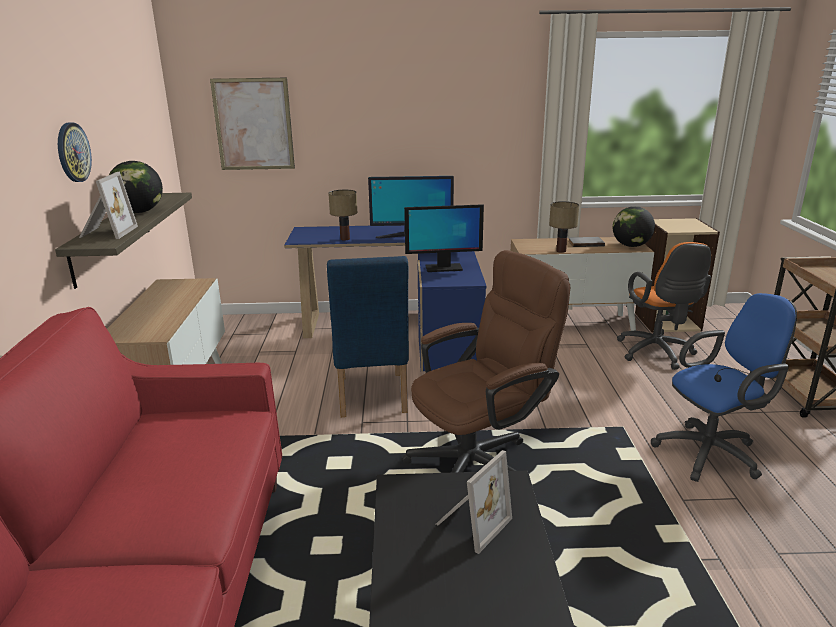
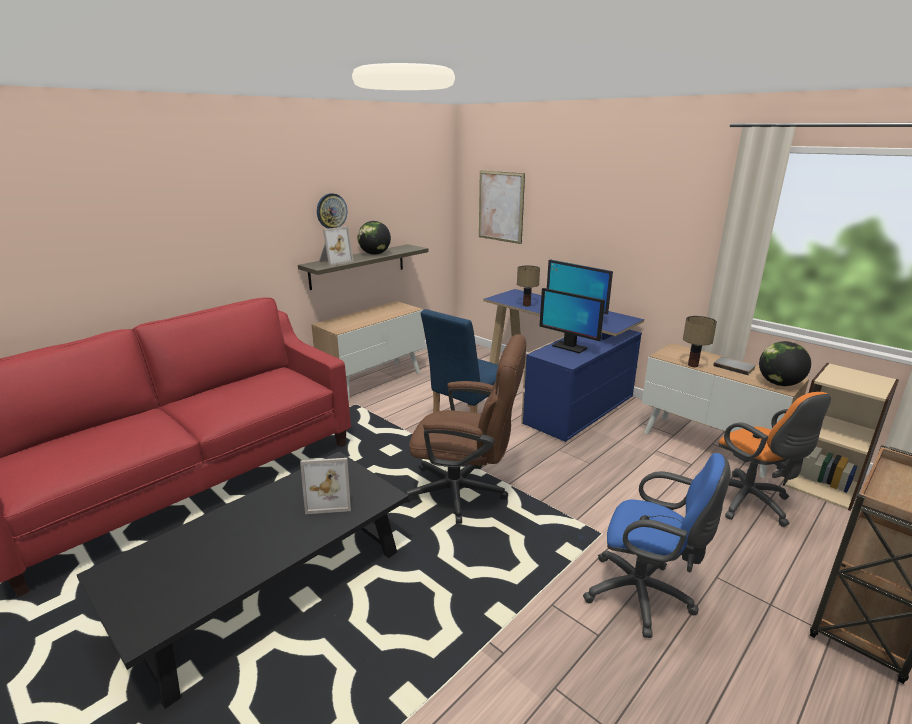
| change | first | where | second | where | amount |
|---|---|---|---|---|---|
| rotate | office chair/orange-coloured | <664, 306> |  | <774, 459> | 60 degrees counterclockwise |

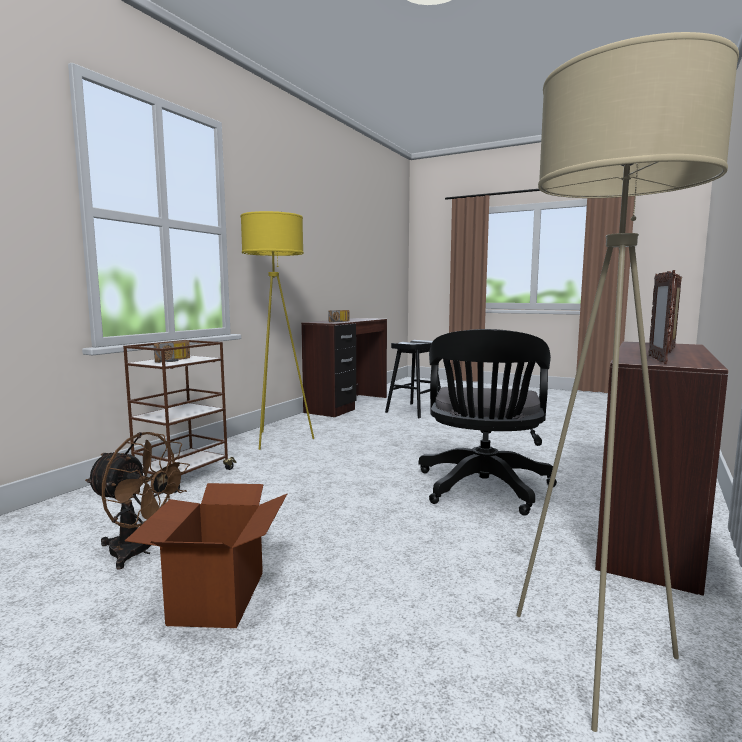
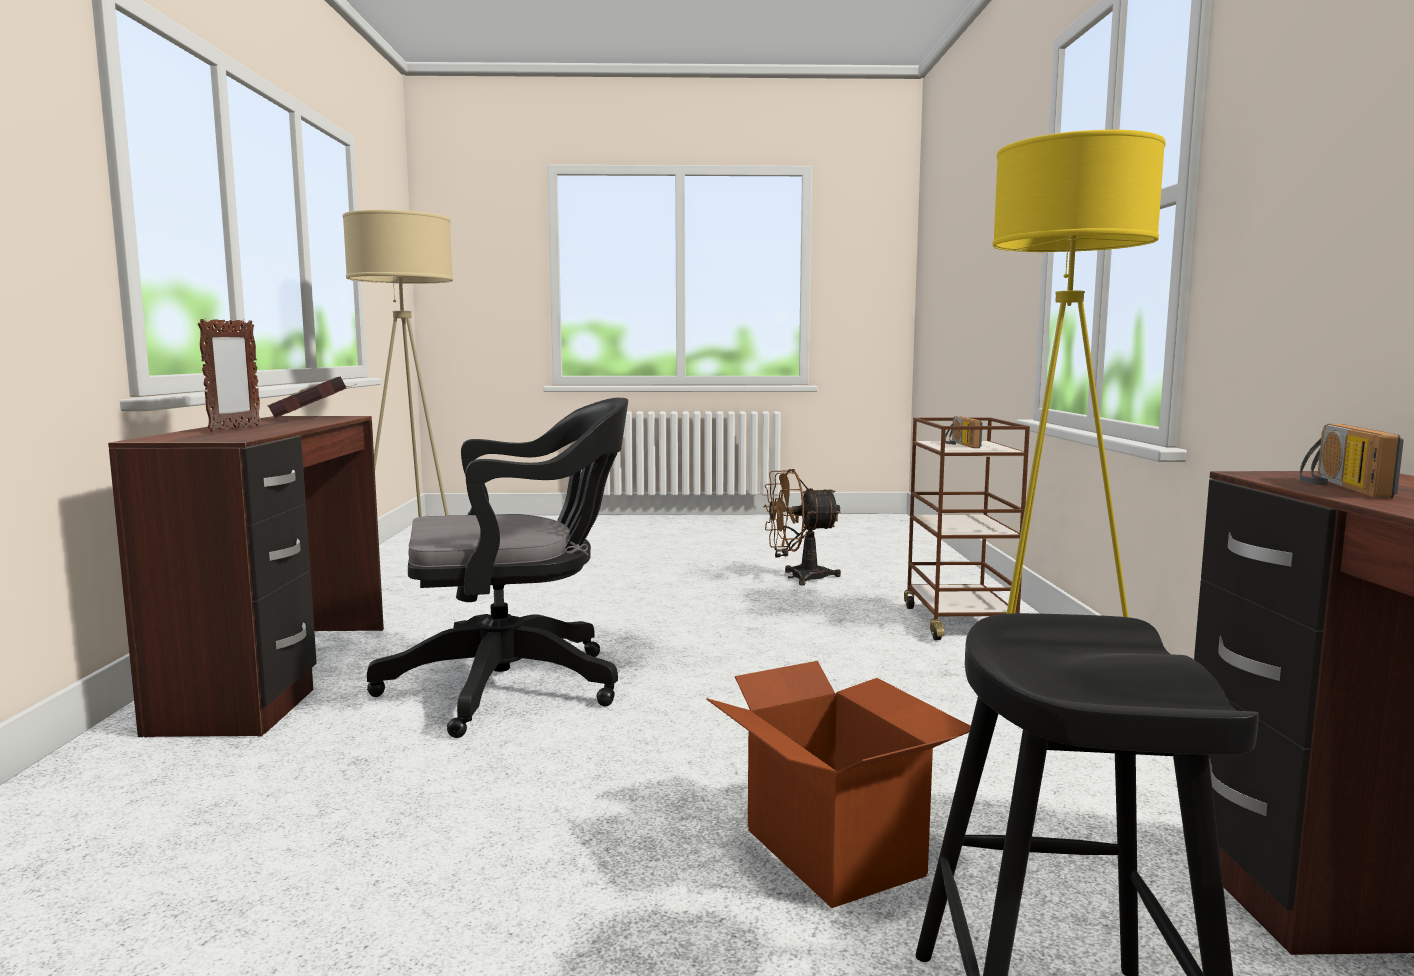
| change | first | where | second | where | amount |
|---|---|---|---|---|---|
| move | packing box | <206, 555> |  | <838, 784> |  |
| replace | picture frame | <662, 317> | book/red-coloured | <311, 397> |  |
| rotate | office chair/blackish | <488, 422> |  | <497, 568> | 90 degrees clockwise |

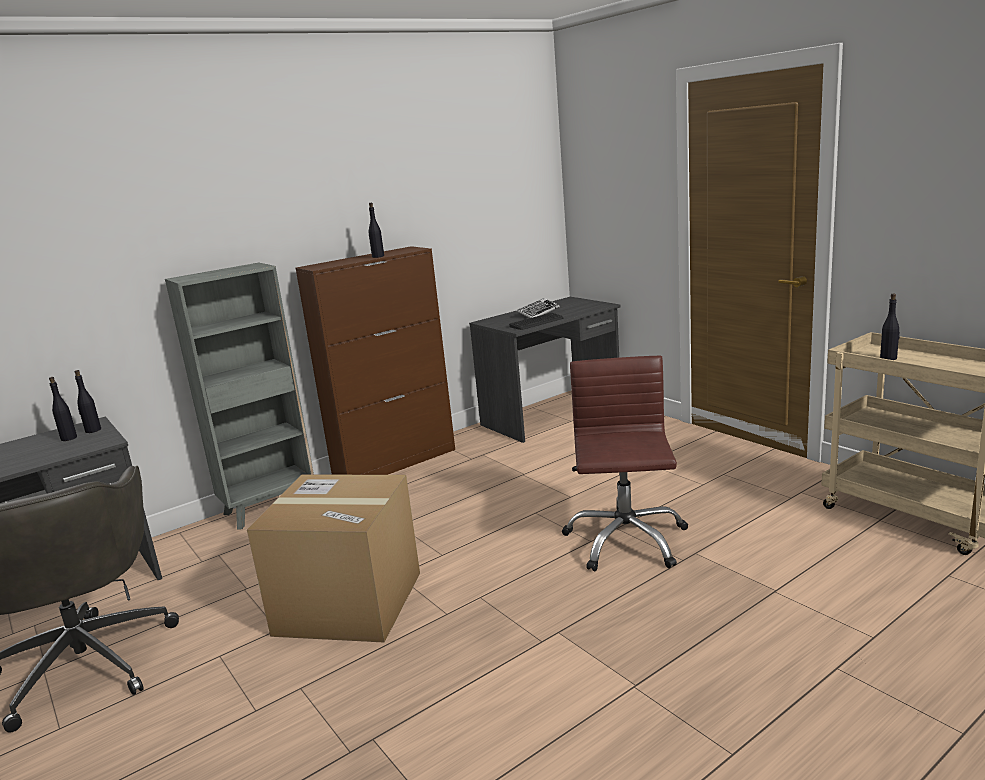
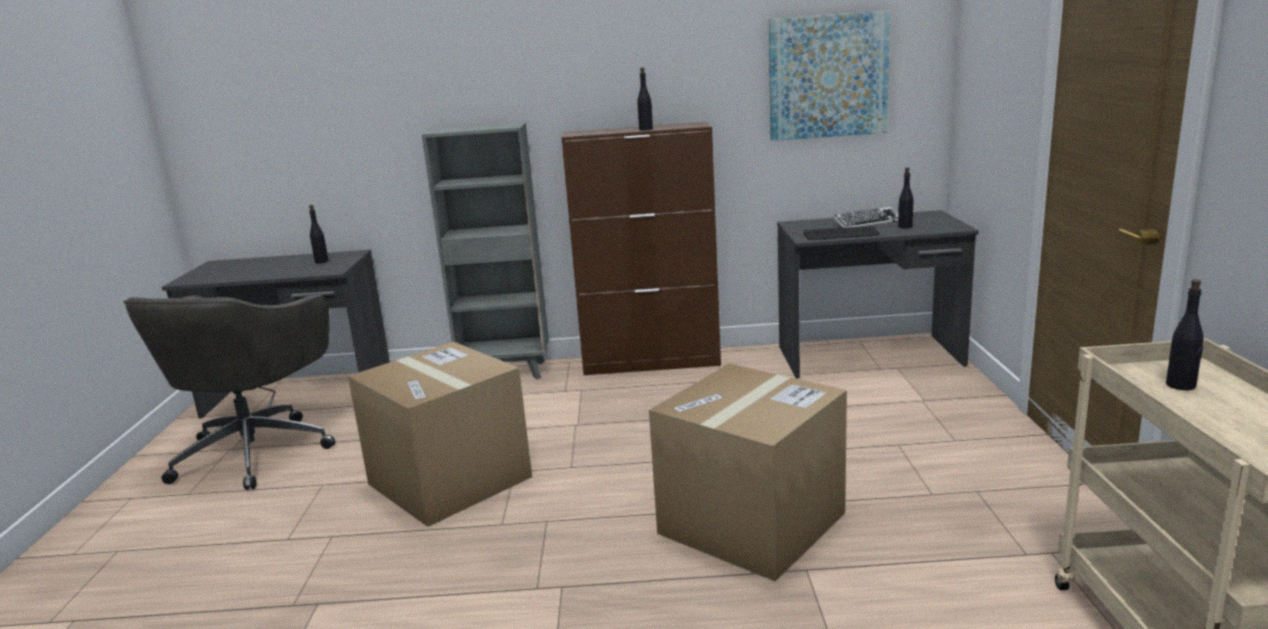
| change | first | where | second | where | amount |
|---|---|---|---|---|---|
| insert |  |  | wall art | <829, 75> |  |
| move | drink bottle/blackish | <87, 401> |  | <905, 198> |  |
| replace | office chair/brown-coloured | <625, 463> | packing box | <748, 473> |  |

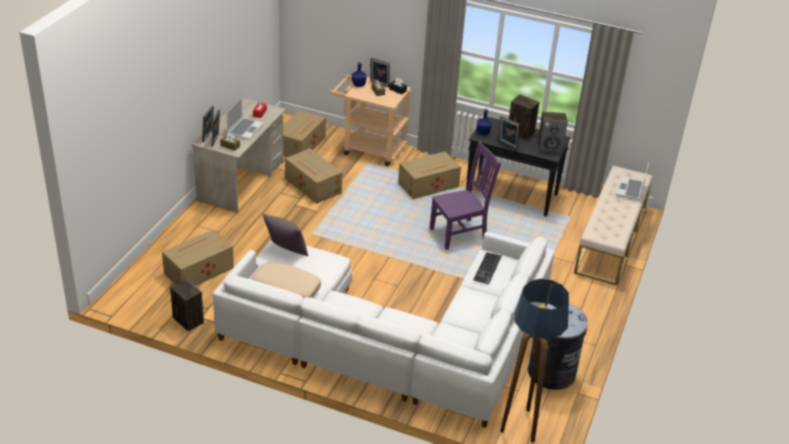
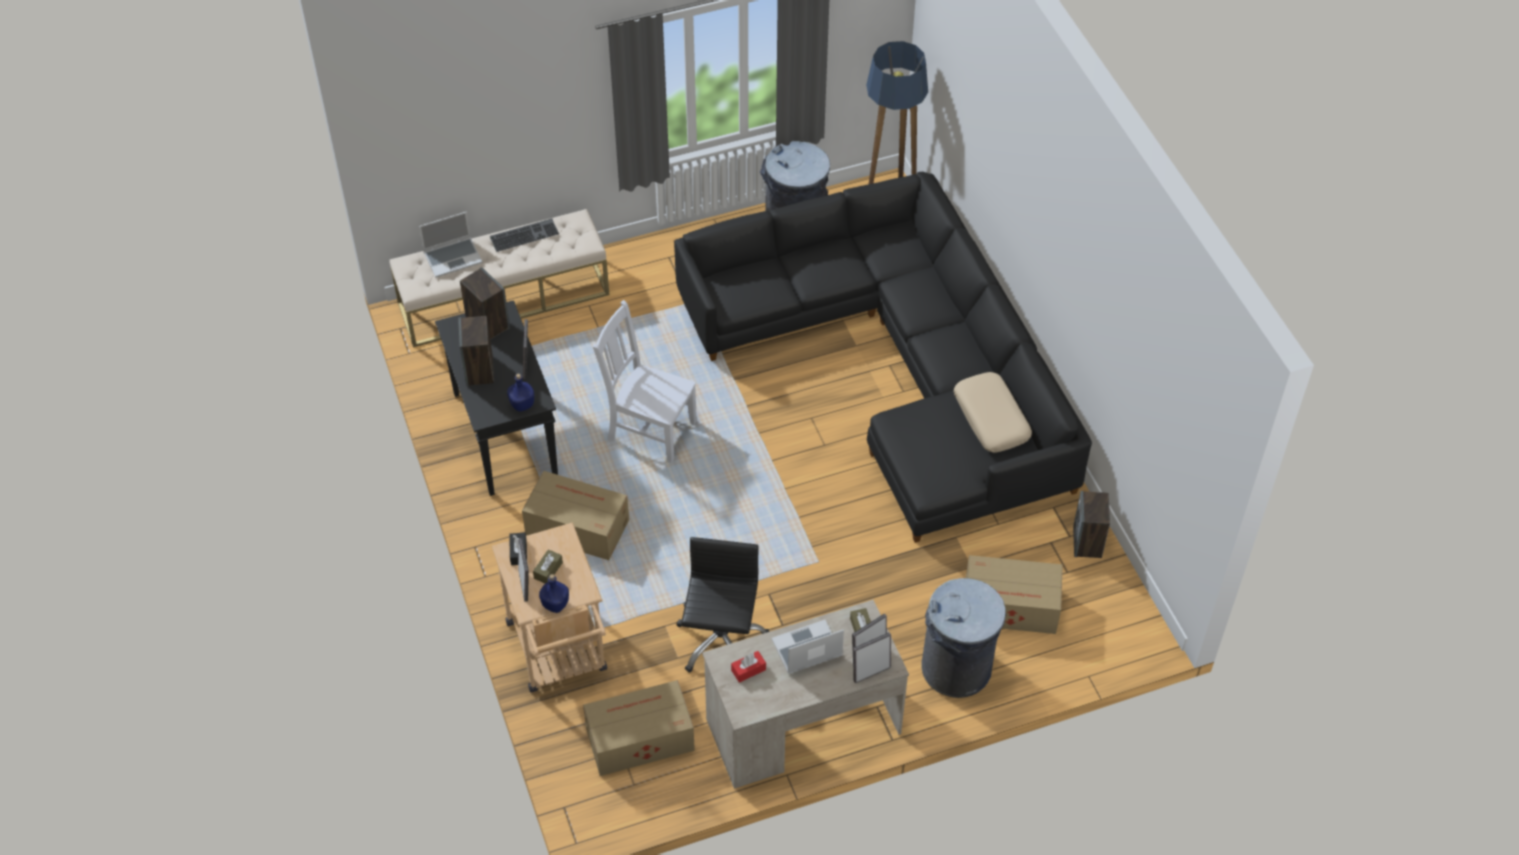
| change | first | where | second | where | amount |
|---|---|---|---|---|---|
| delete | cushion/greyish | <285, 235> |  |  |  |
| insert |  |  | trash can/greyish | <963, 638> |  |
| move | computer keyboard | <487, 268> |  | <524, 235> |  |
| replace | packing box | <313, 176> | office chair/blackish | <722, 605> |  |
| recolor | settee/white-coloured | <384, 330> | settee/blackish | <883, 357> |  |
| recolor | upright chair/purple | <465, 195> | upright chair/white-coloured | <645, 381> |  |

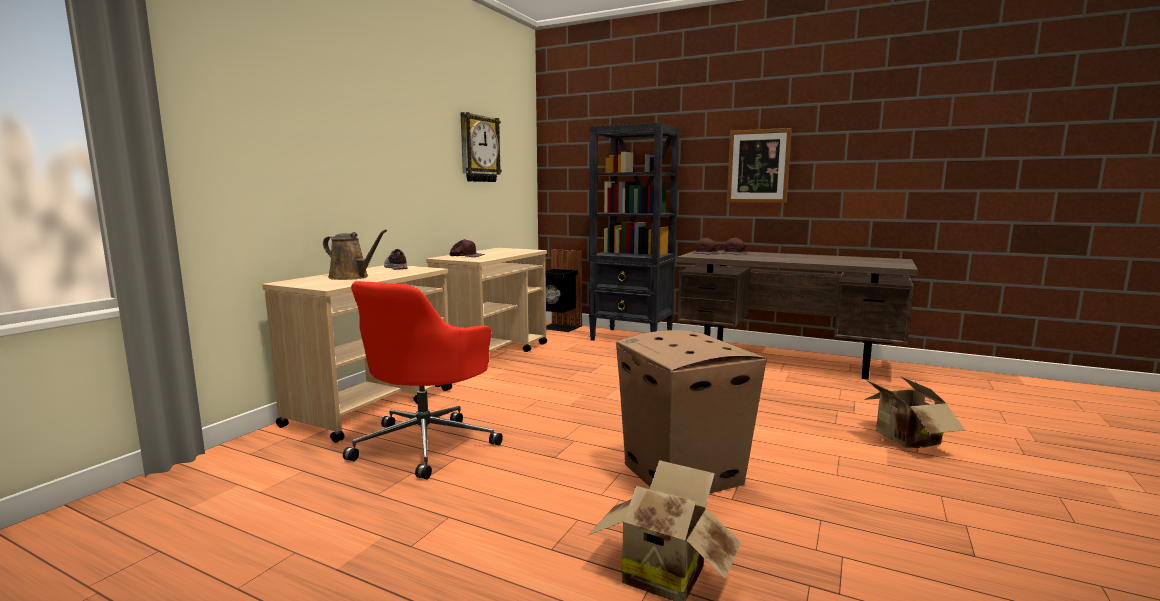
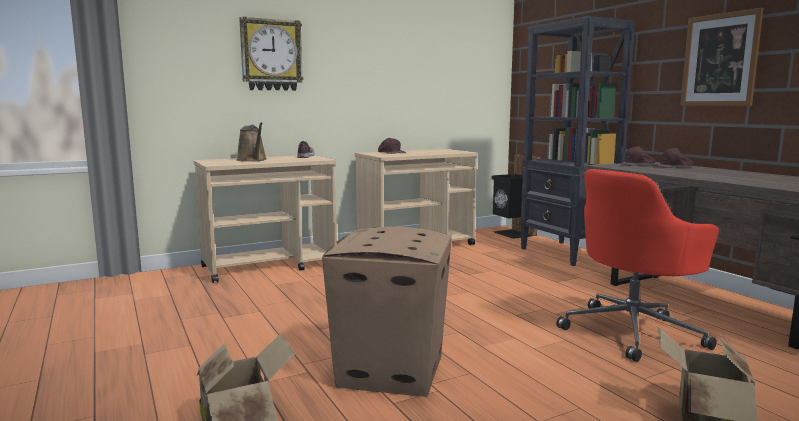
| change | first | where | second | where | amount |
|---|---|---|---|---|---|
| move | office chair/red-coloured | <423, 380> |  | <637, 265> |  |
| move | hanging clock | <481, 147> |  | <271, 54> |  |

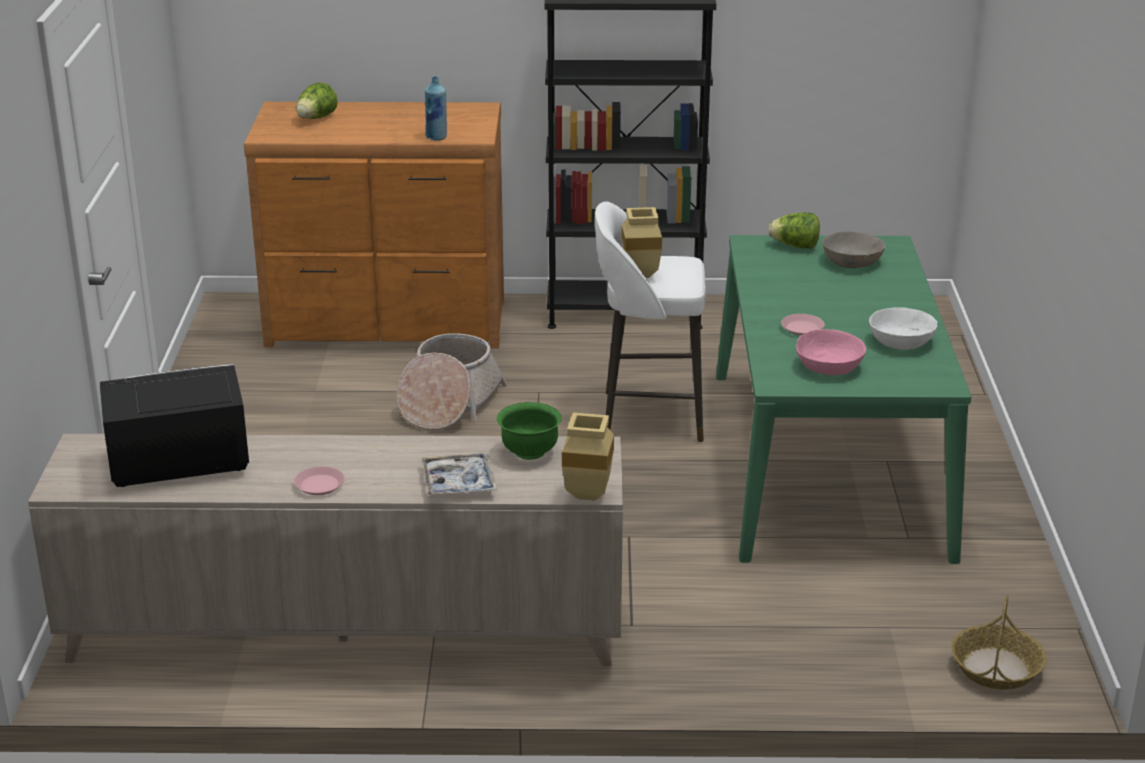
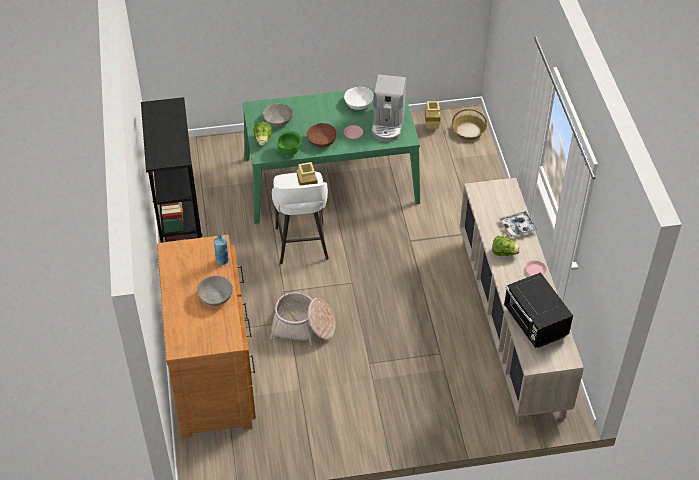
| change | first | where | second | where | amount |
|---|---|---|---|---|---|
| insert |  |  | serving bowl/greyish | <215, 291> |  |
| insert |  |  | serving bowl/brown-coloured | <322, 135> |  |
| move | head of lettuce | <317, 101> |  | <506, 246> |  |
| move | serving bowl/green-coloured | <529, 431> |  | <289, 143> |  |
| move | vase/beige | <588, 456> |  | <433, 115> |  |
| replace | serving bowl/pink-coloured | <831, 352> | coffee brewer | <388, 108> |  |

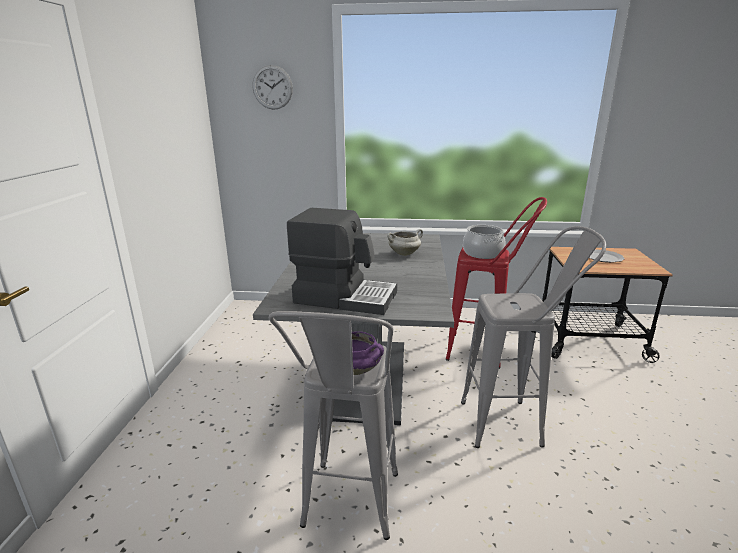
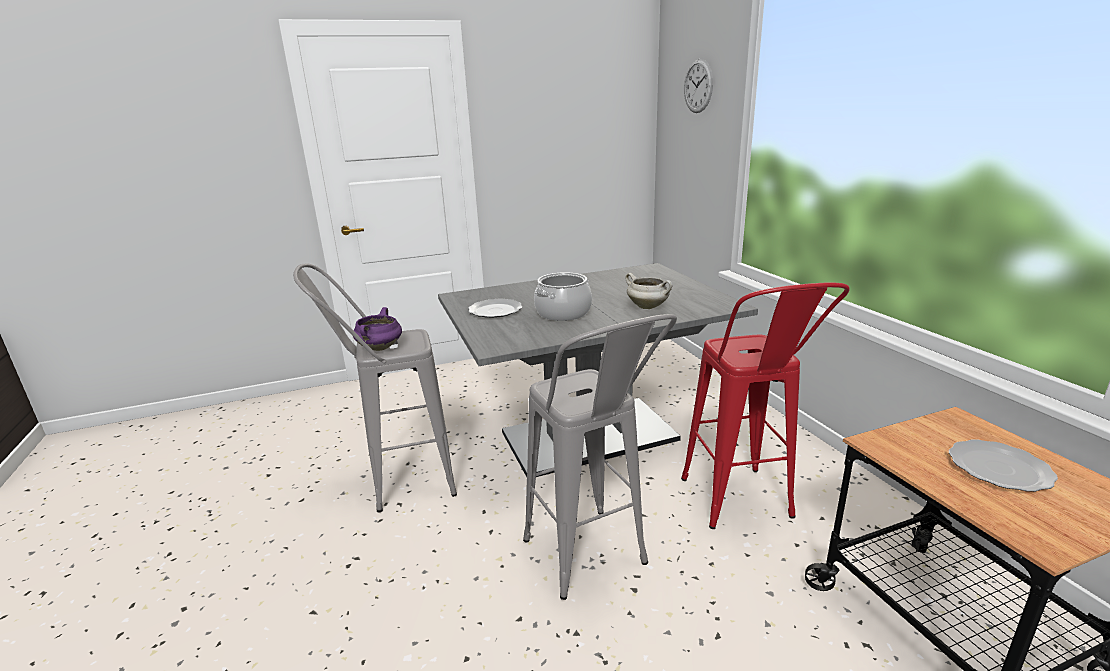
| change | first | where | second | where | amount |
|---|---|---|---|---|---|
| move | saucepot | <484, 242> |  | <563, 296> |  |
| replace | coffee brewer | <342, 261> | plate | <495, 308> |  |

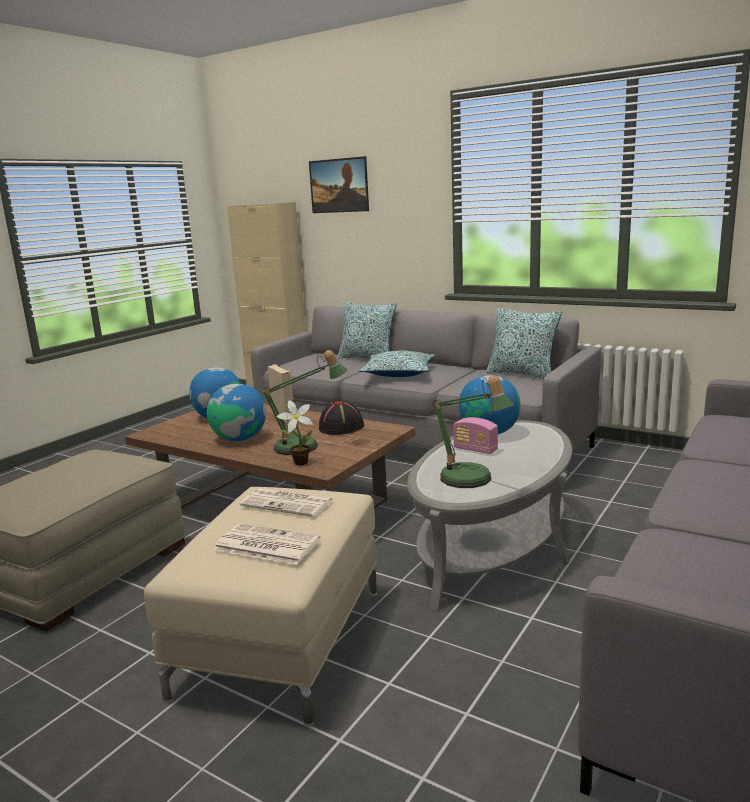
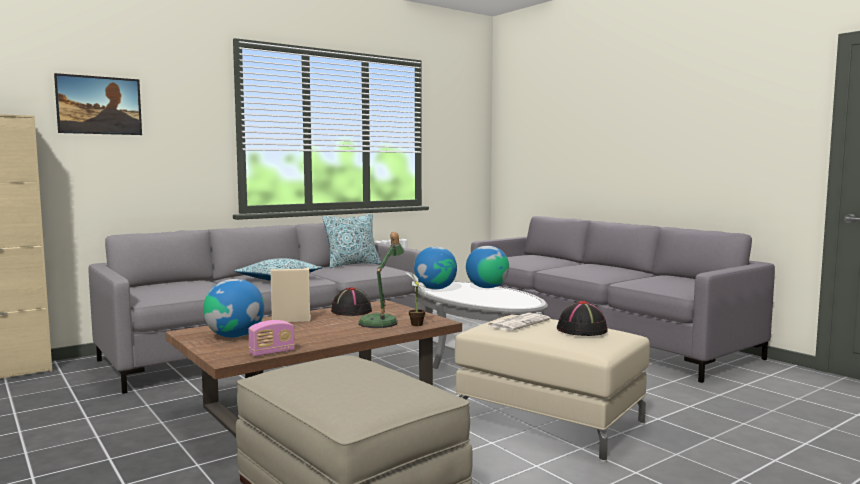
| change | first | where | second | where | amount |
|---|---|---|---|---|---|
| delete | cushion | <367, 330> |  |  |  |
| delete | lamp for a table | <473, 432> |  |  |  |
| move | world globe | <236, 412> |  | <487, 267> |  |
| move | radio | <475, 435> |  | <271, 338> |  |
| replace | printed paper | <267, 544> | wearable hat/blackish | <582, 318> |  |

